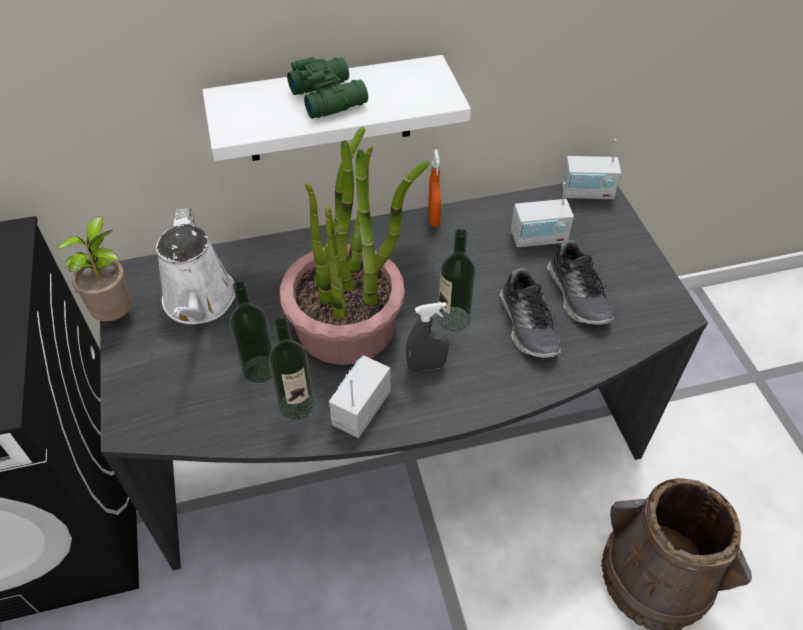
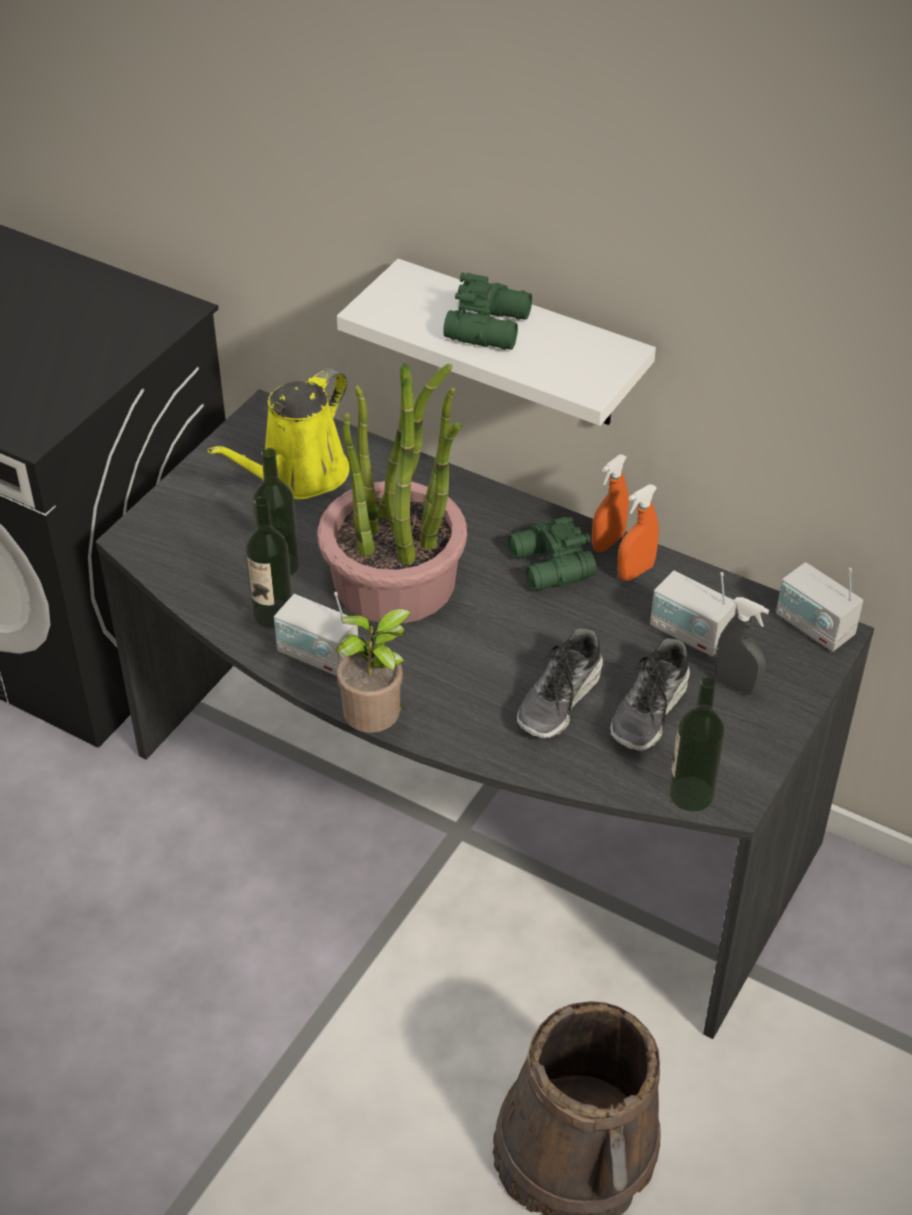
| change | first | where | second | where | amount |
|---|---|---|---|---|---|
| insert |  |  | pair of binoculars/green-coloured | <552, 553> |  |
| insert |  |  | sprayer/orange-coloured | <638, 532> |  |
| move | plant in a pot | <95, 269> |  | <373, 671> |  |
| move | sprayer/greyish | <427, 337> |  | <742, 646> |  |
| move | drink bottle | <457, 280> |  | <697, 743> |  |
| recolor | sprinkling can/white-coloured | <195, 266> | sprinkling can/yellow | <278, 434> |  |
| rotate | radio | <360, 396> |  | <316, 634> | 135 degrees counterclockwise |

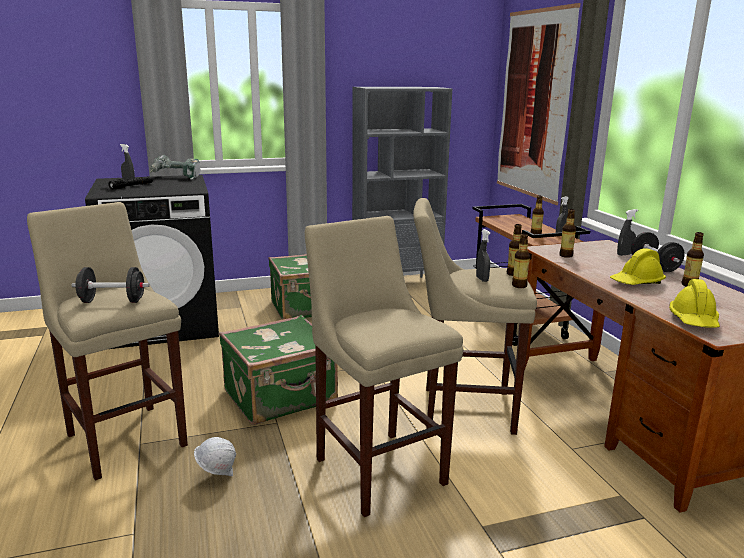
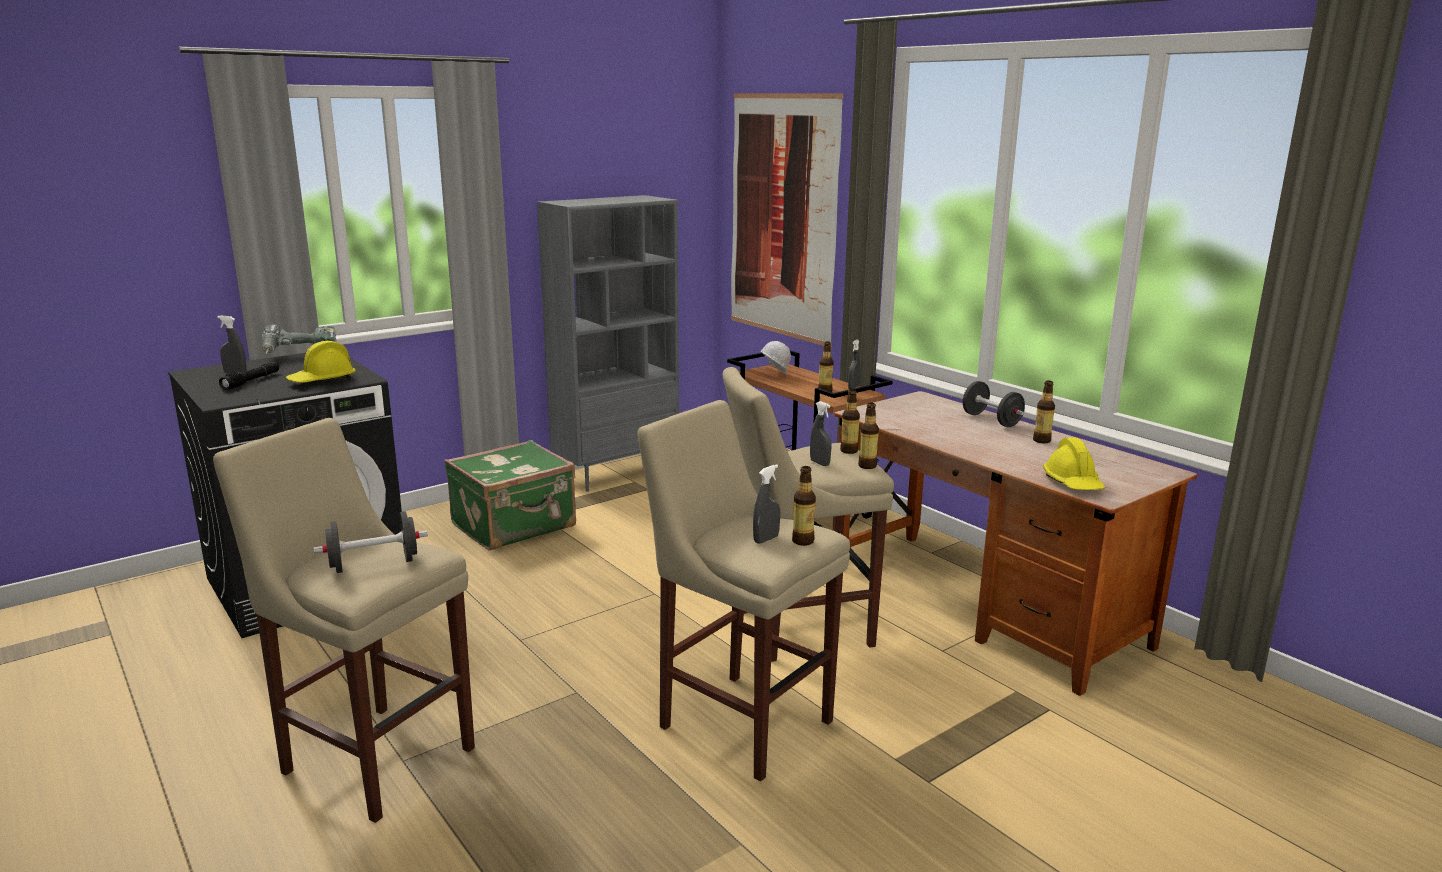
| change | first | where | second | where | amount |
|---|---|---|---|---|---|
| delete | suitcase/green-coloured | <278, 370> |  |  |  |
| move | work helmet/white-coloured | <215, 456> |  | <775, 358> |  |
| move | drink bottle | <567, 233> |  | <804, 506> |  |
| move | work helmet/yellow | <638, 266> |  | <321, 362> |  |
| move | sprayer/greyish | <627, 232> |  | <766, 504> |  |

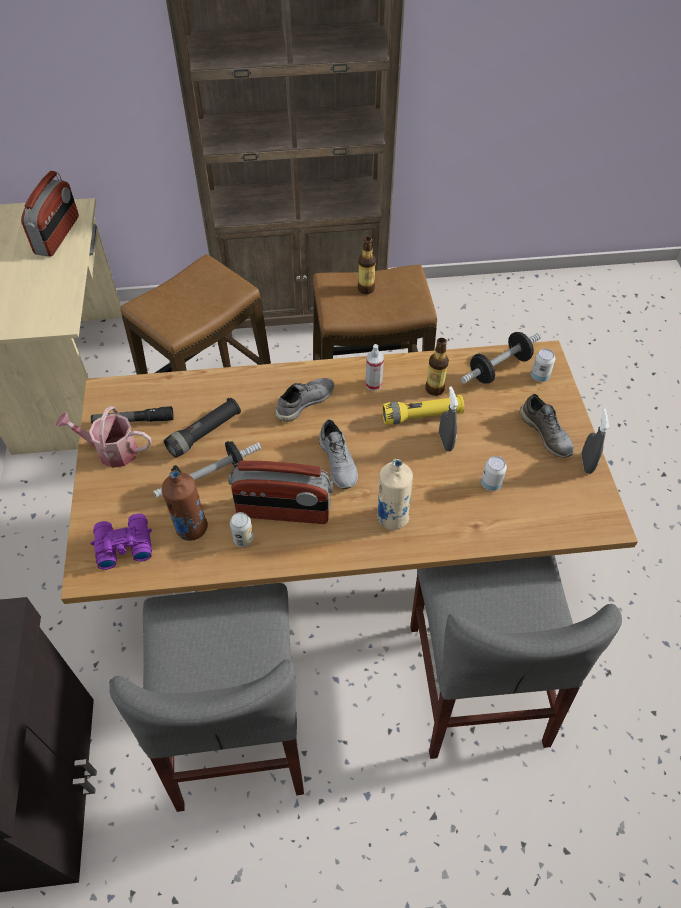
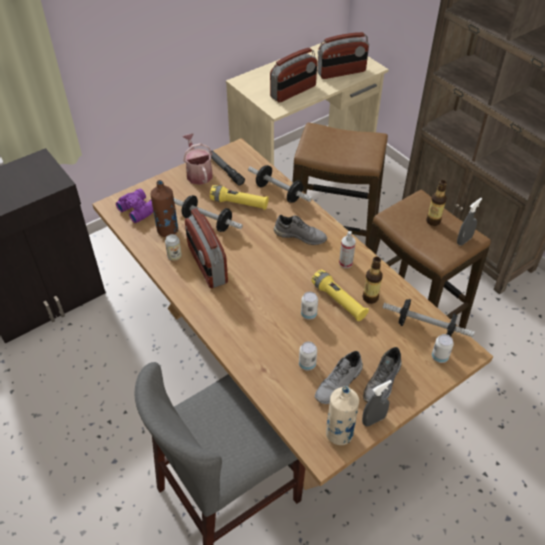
| change | first | where | second | where | amount |
|---|---|---|---|---|---|
| delete | upright chair/greyish | <206, 697> |  |  |  |
| insert |  |  | free weight | <280, 184> |  |
| insert |  |  | radio | <293, 75> |  |
| insert |  |  | sealed can | <309, 306> |  |
| move | item of footwear/greyish | <338, 454> |  | <339, 377> |  |
| move | drink bottle/beige | <395, 494> |  | <342, 415> |  |
| move | sprayer/greyish | <448, 419> |  | <469, 221> |  |
| recolor | flashlight/blackish | <202, 428> | flashlight/yellow | <239, 197> |  |

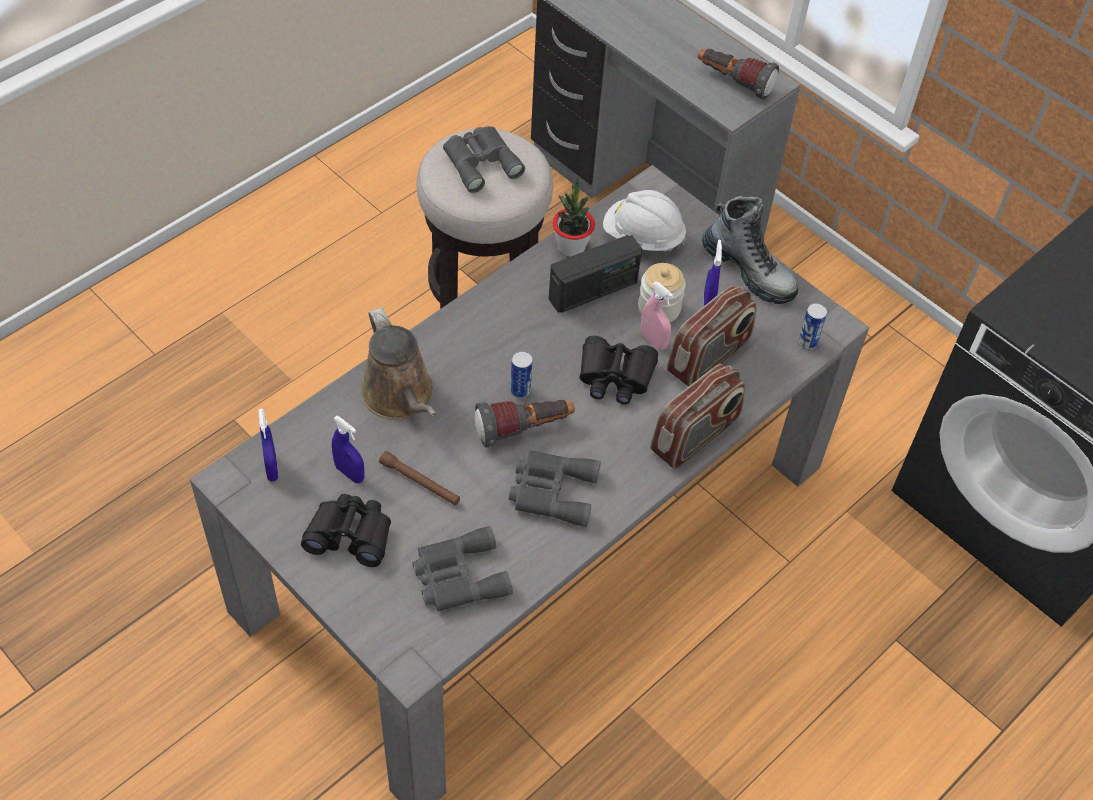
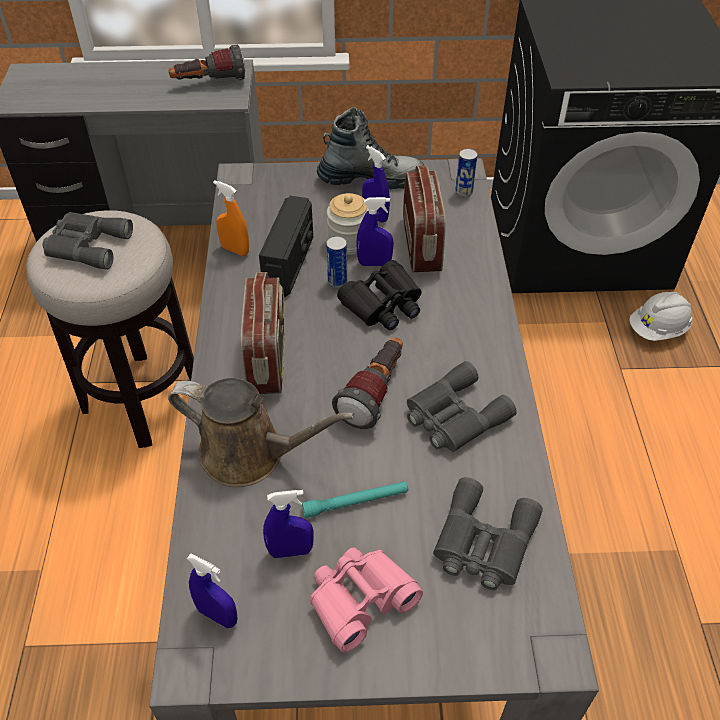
| change | first | where | second | where | amount |
|---|---|---|---|---|---|
| move | sealed can | <522, 375> |  | <336, 262> |  |
| move | work helmet/white-coloured | <644, 221> |  | <661, 316> |  |
| move | radio | <698, 417> |  | <262, 333> |  |
| replace | plant in a pot | <573, 216> | sprayer/orange-coloured | <231, 218> |  |
| recolor | pair of binoculars/blackish | <346, 530> | pair of binoculars/pink-coloured | <366, 600> |  |
| recolor | flashlight/brown-coloured | <419, 478> | flashlight/blue-green | <355, 499> |  |
| recolor | sprayer/pink-coloured | <657, 315> | sprayer/bluish | <375, 231> |  |

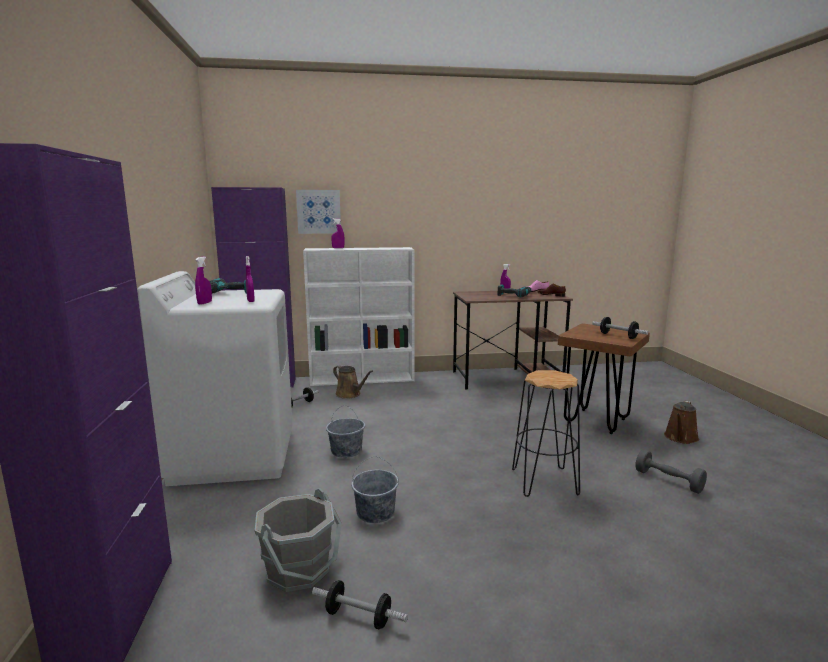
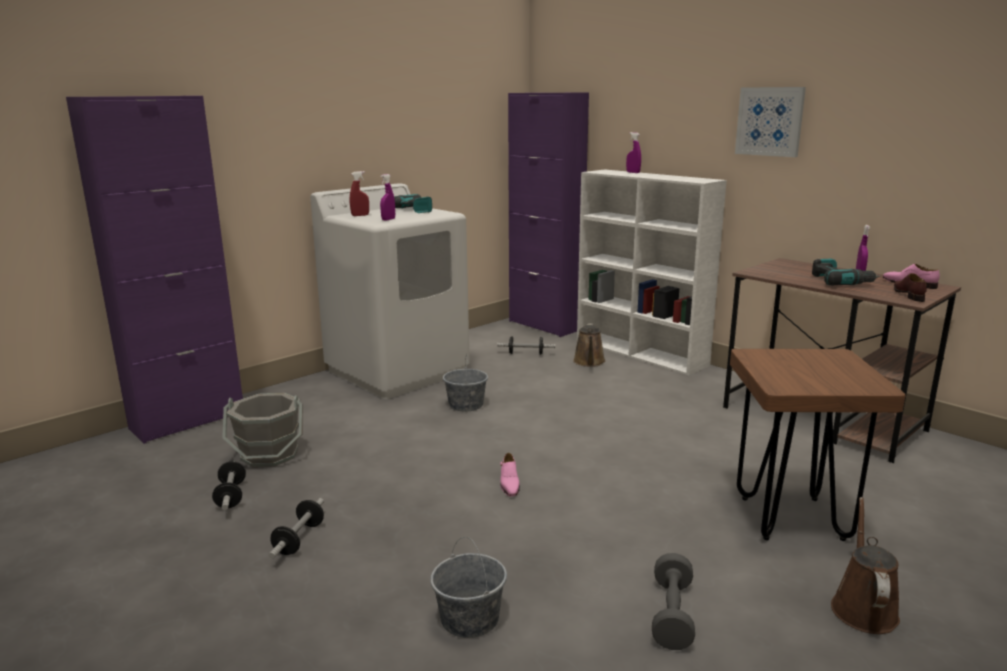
| change | first | where | second | where | amount |
|---|---|---|---|---|---|
| delete | stool/blackish | <546, 433> |  |  |  |
| insert |  |  | item of footwear/pink-coloured | <510, 474> |  |
| move | wall art | <318, 212> |  | <770, 122> |  |
| move | pail/greyish | <375, 489> |  | <468, 587> |  |
| move | free weight | <620, 328> |  | <296, 528> |  |
| recolor | sprayer/purple | <203, 281> | sprayer/red-coloured | <359, 193> |  |
| rotate | sprinkling can/brown-coloured | <681, 422> |  | <865, 565> | 105 degrees clockwise |

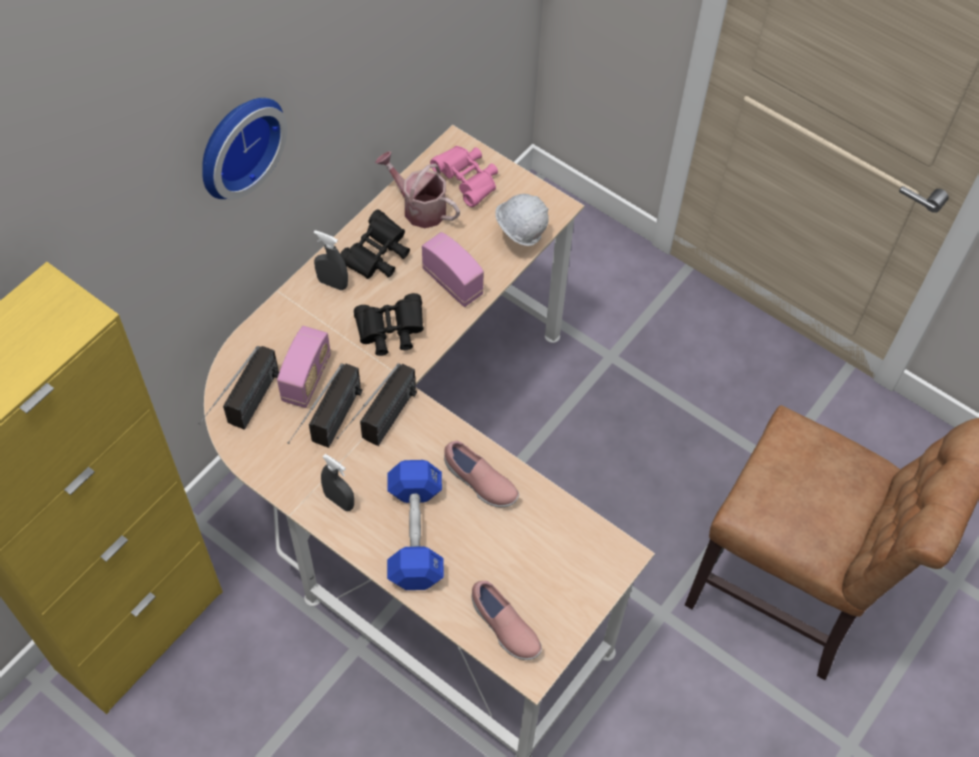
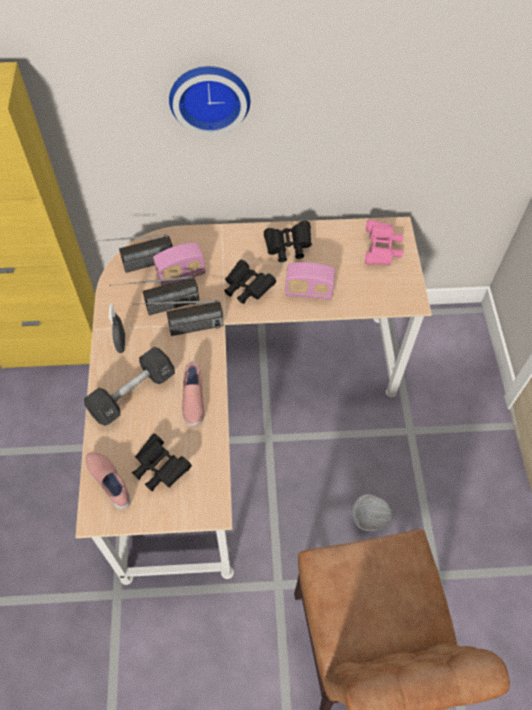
| change | first | where | second | where | amount |
|---|---|---|---|---|---|
| delete | sprayer/greyish | <331, 260> |  |  |  |
| delete | sprinkling can | <417, 189> |  |  |  |
| insert |  |  | pair of binoculars/blackish | <162, 462> |  |
| move | work helmet/white-coloured | <522, 220> |  | <372, 512> |  |
| recolor | free weight/bluish | <415, 525> | free weight/blackish | <129, 386> |  |
| rotate | radio | <453, 269> |  | <310, 281> | 90 degrees clockwise |
| rotate | item of footwear/pink-coloured | <507, 620> |  | <108, 481> | 135 degrees clockwise |

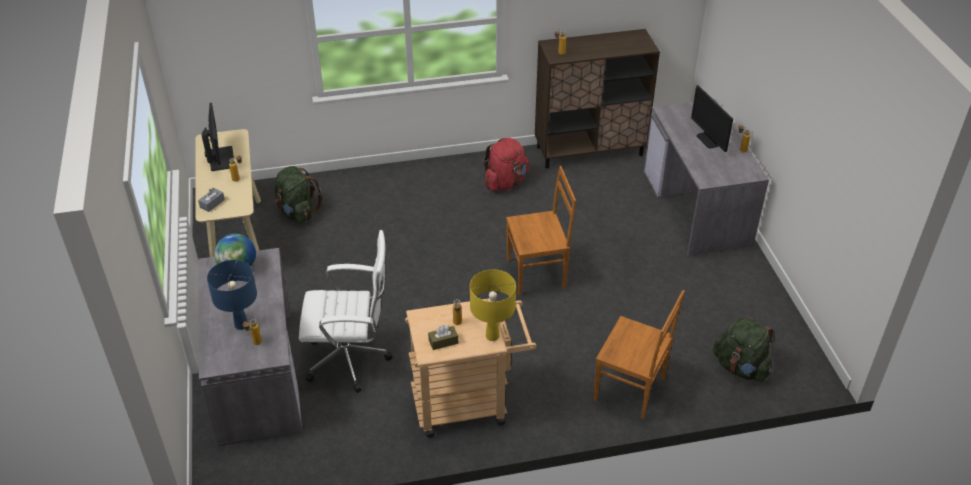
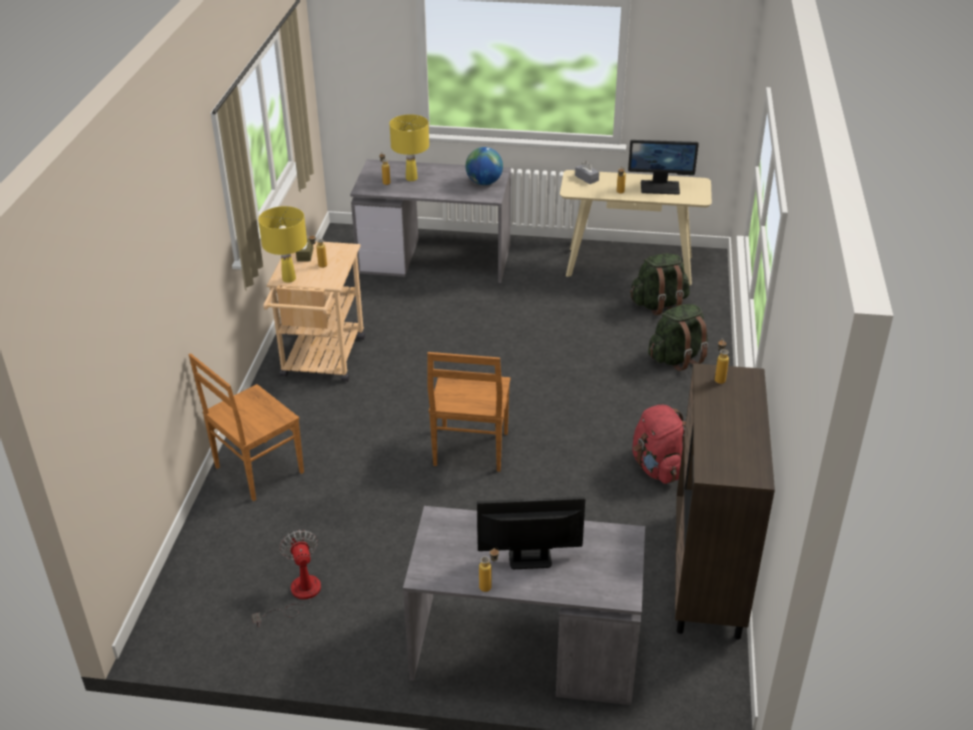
| change | first | where | second | where | amount |
|---|---|---|---|---|---|
| delete | office chair/white-coloured | <346, 311> |  |  |  |
| insert |  |  | cooling fan | <286, 578> |  |
| move | backpack/green-coloured | <743, 349> |  | <678, 337> |  |
| recolor | lamp for a table/bluish | <232, 295> | lamp for a table/yellow | <409, 147> |  |

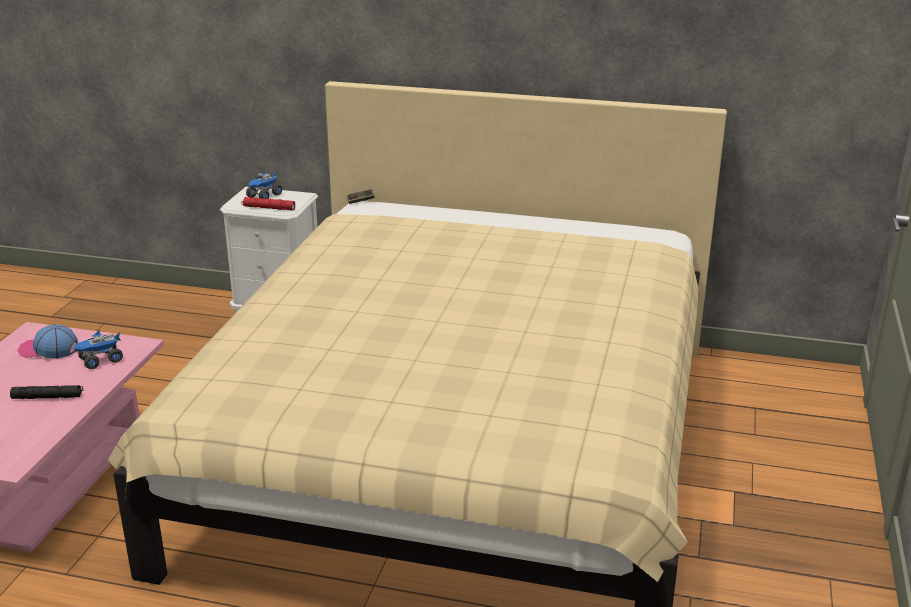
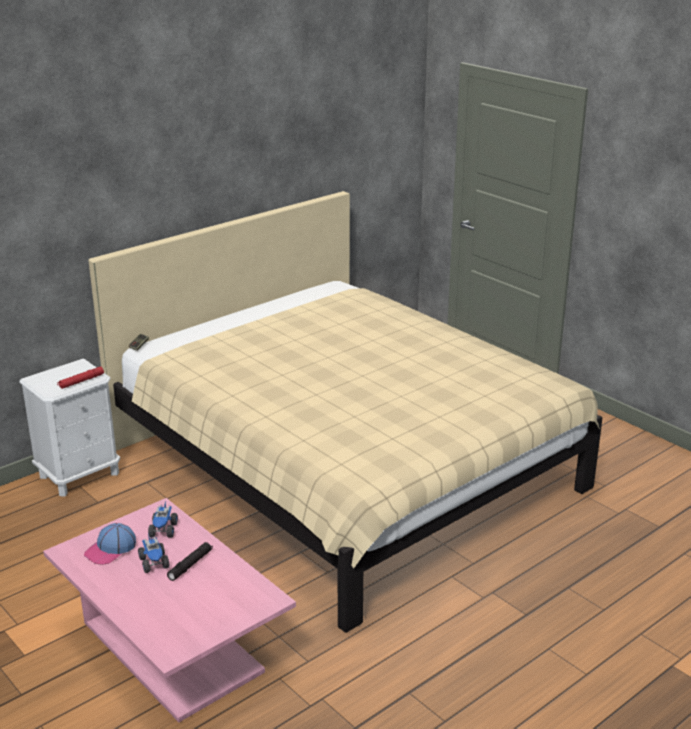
| change | first | where | second | where | amount |
|---|---|---|---|---|---|
| move | toy lorry | <264, 184> |  | <153, 553> |  |

